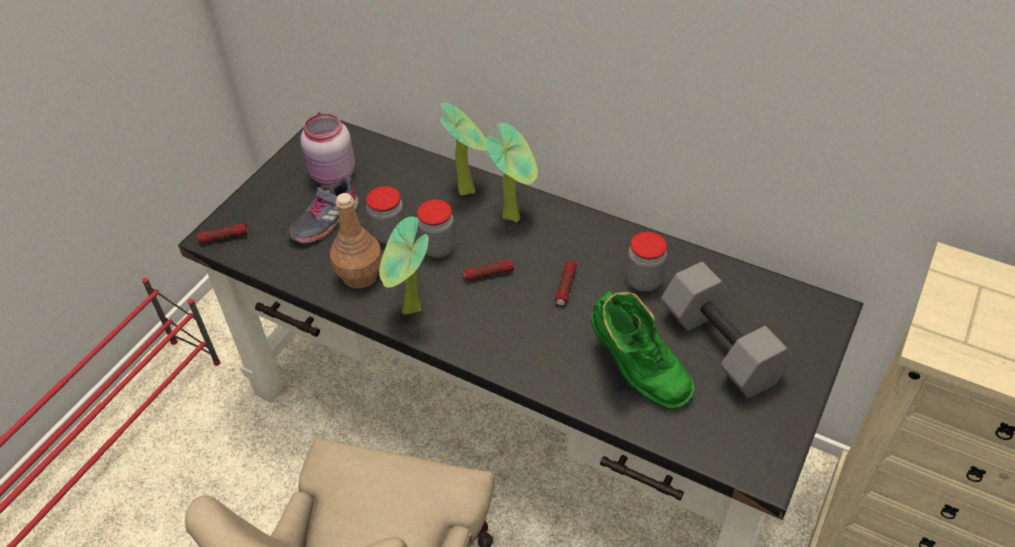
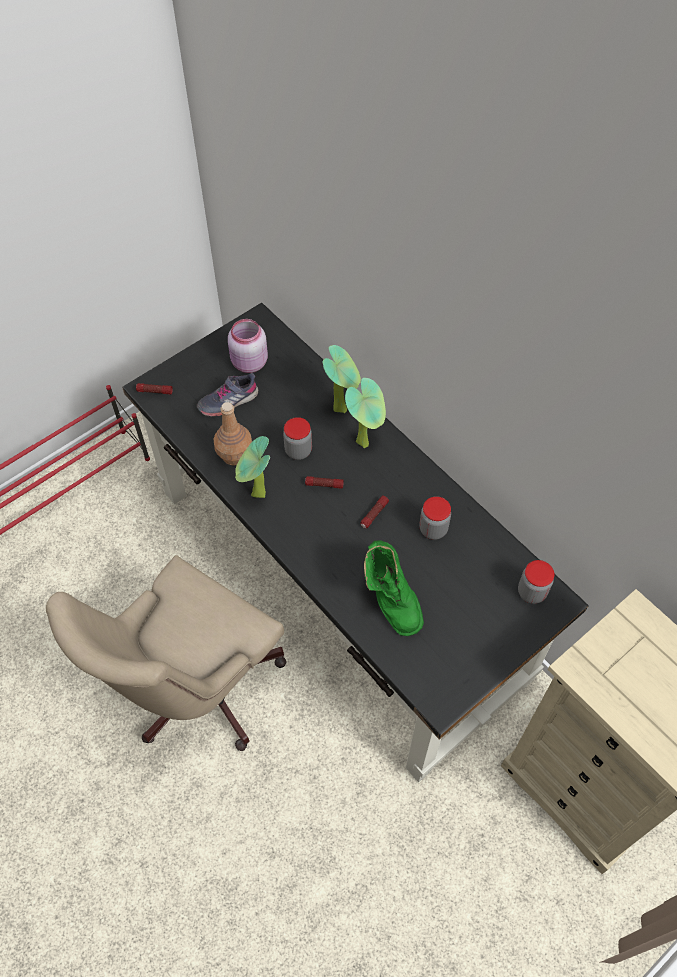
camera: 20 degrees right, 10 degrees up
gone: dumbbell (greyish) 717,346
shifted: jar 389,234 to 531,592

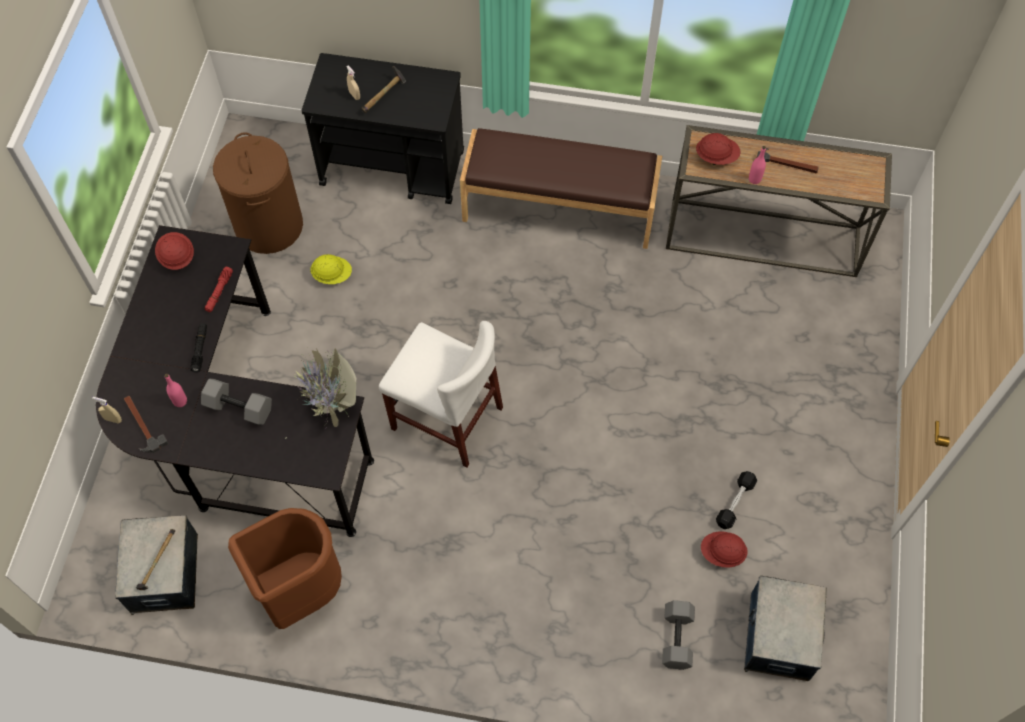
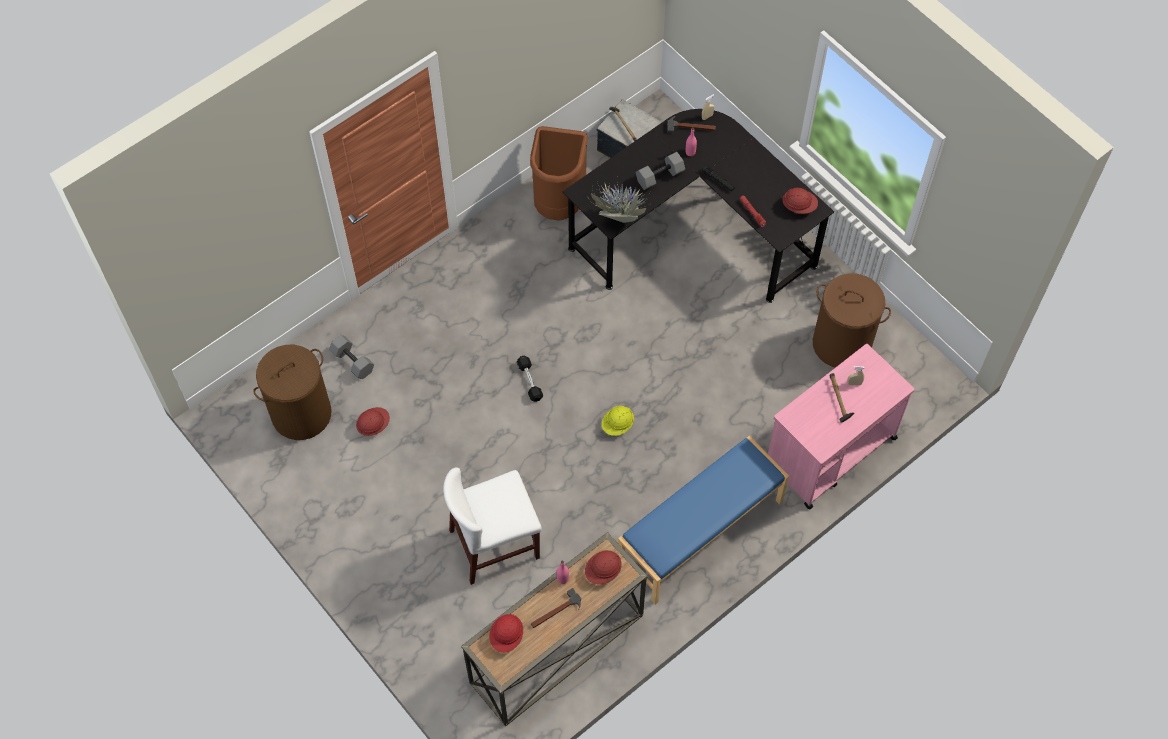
camera: 130 degrees right, 0 degrees up
new: safety helmet (reddish) 507,637
shifted: safety helmet (yellow) 332,275 to 617,425; plain chair (whitish) 446,418 to 494,544; dumbbell (black) 735,503 to 530,381
swapped: storage box 778,636 to laundry basket (brownish) 301,413
repainted: wheeled cart (black) 393,168 to wheeled cart (pink) 829,452; long seat (brownish) 559,208 to long seat (bluish) 701,532

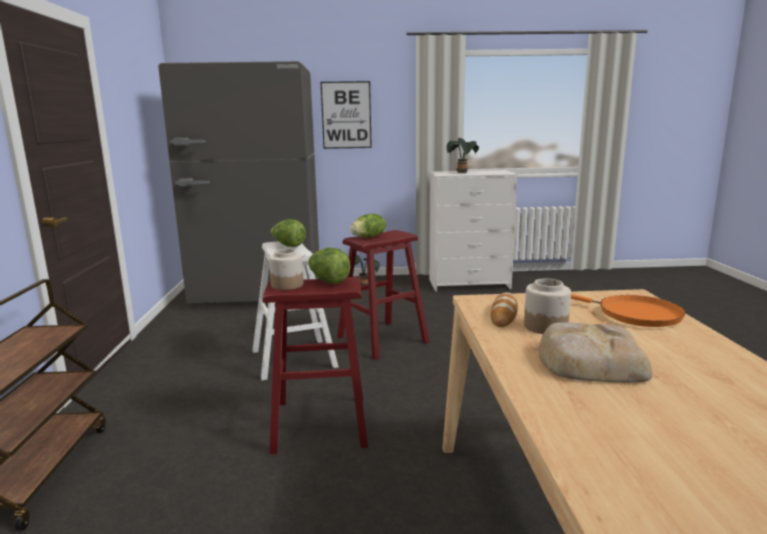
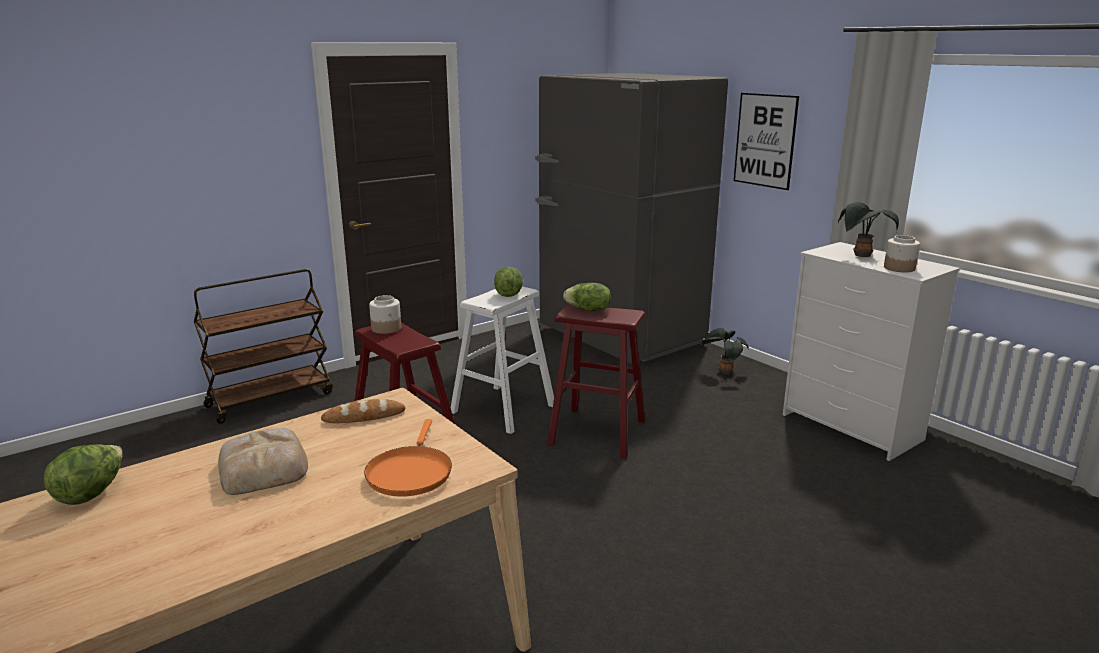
camera: 55 degrees right, 5 degrees up
shifted: lettuce head 328,281 to 91,493; jar 546,326 to 899,268

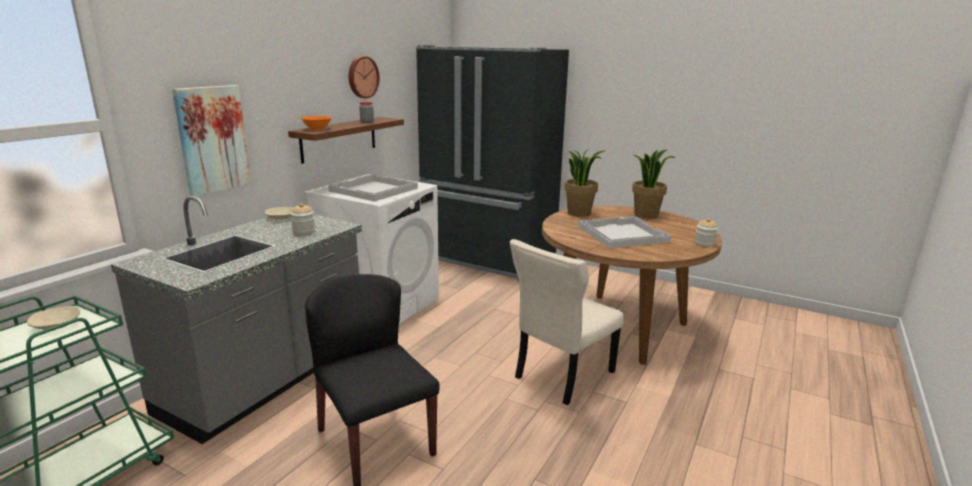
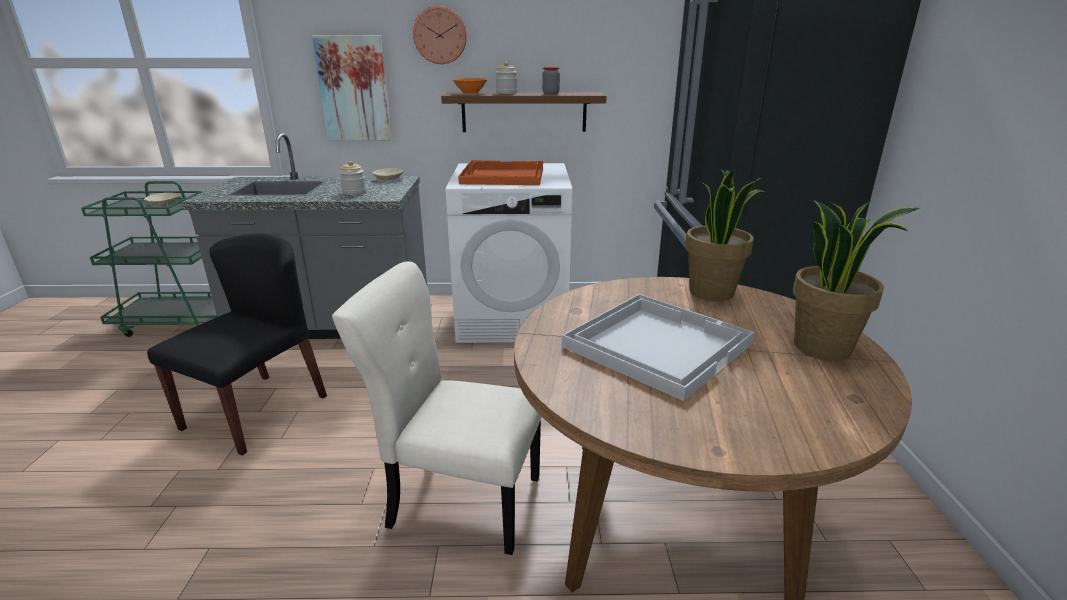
camera: 60 degrees right, 5 degrees up
shifted: wall clock 362,77 to 440,35; jar 704,244 to 506,93
repainted: serving tray (whitish) 373,190 to serving tray (orange) 502,176

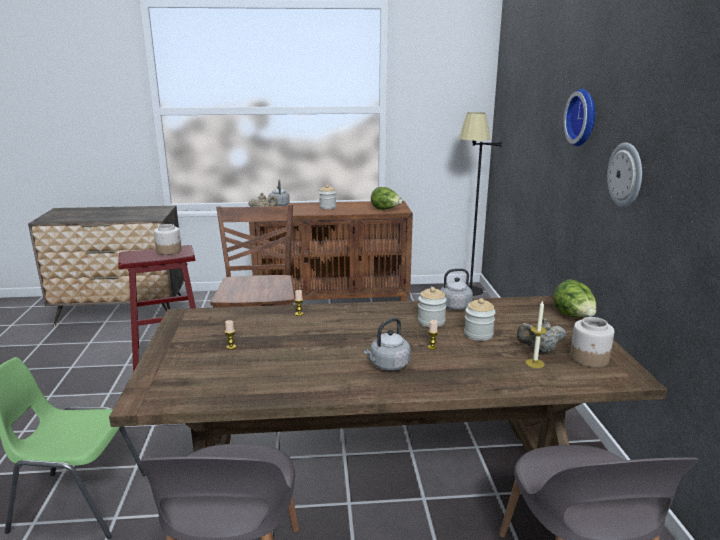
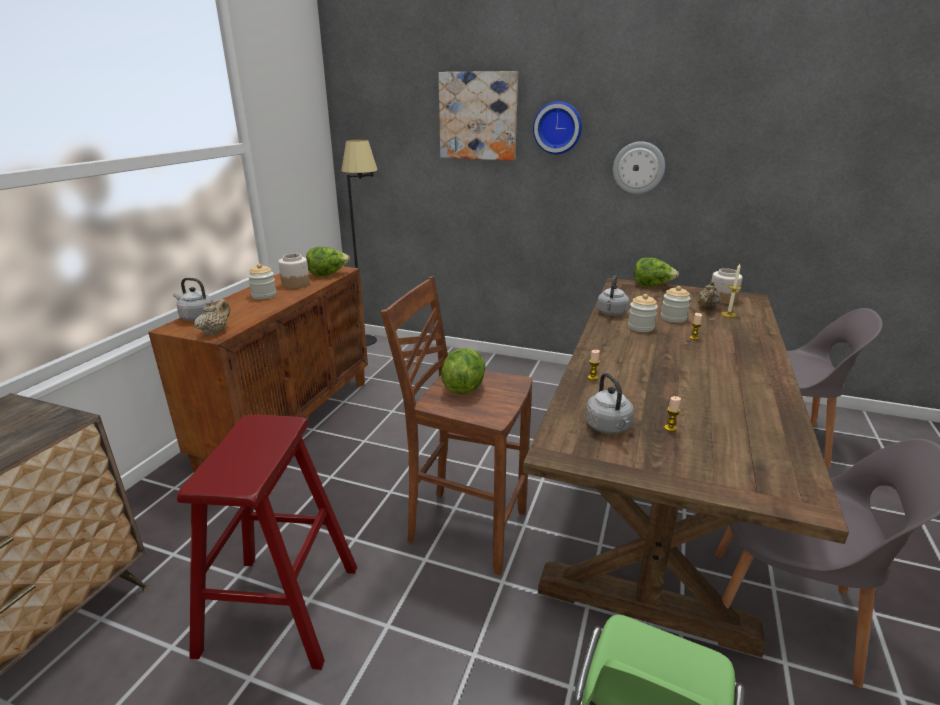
camera: 65 degrees left, 5 degrees up
new: picture 478,116; lettuce head 464,386
shifted: jar 169,251 to 296,284; tea kettle (greyish) 388,365 to 609,428

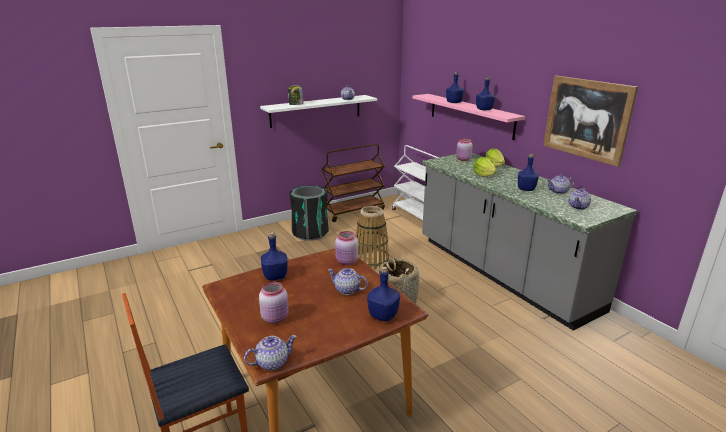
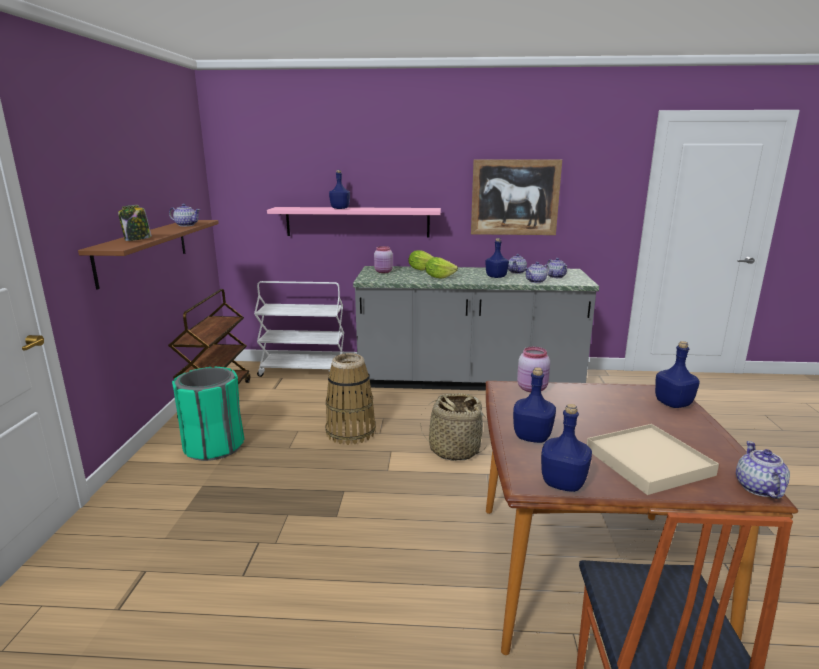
camera: 55 degrees left, 5 degrees down
shifted: bottle (bluish) 484,109 to 564,483; teapot 347,290 to 536,281
swapped: jar (pink) 276,318 to serving tray (beige-coloured) 648,461
repainted: shelf (whitish) 316,111 to shelf (brownish) 143,250; trash can (black) 310,233 to trash can (green-coloured) 213,446

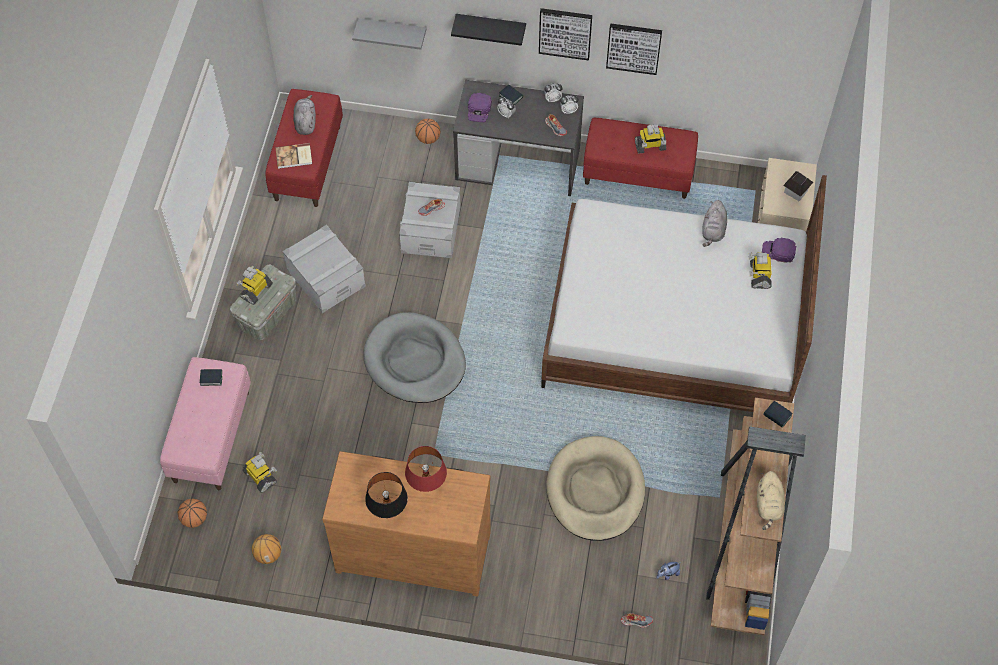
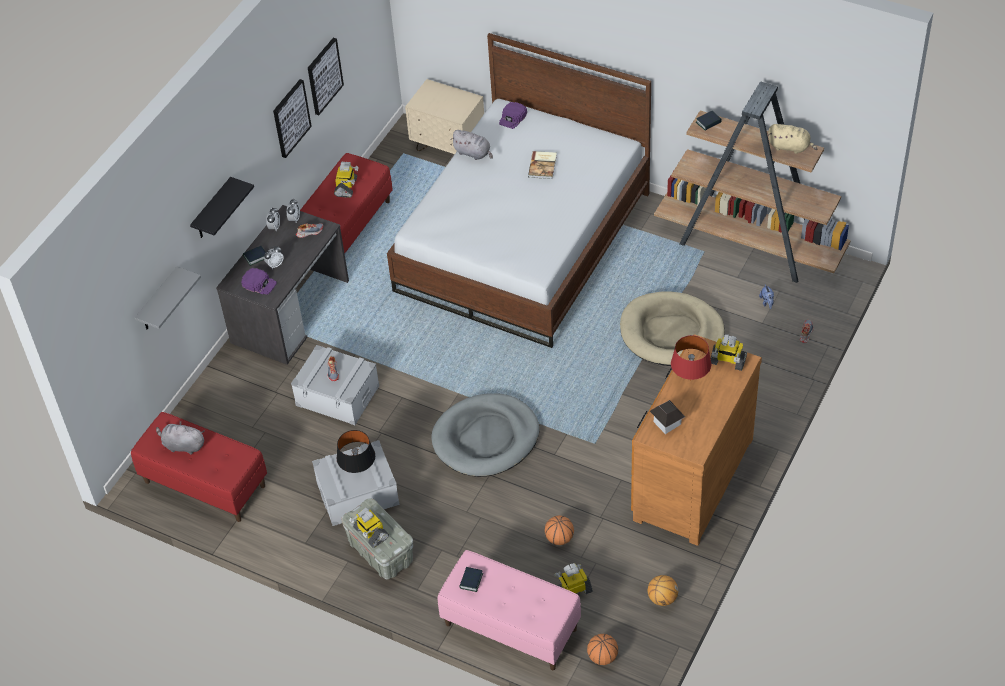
camera: 70 degrees left, 10 degrees down
shifted: picture 565,33 to 324,76; basketball 428,139 to 559,538; book 294,157 to 543,166; toy house 796,191 to 667,423; model robot 759,275 to 727,361; tabletop lamp (black) 388,510 to 358,472

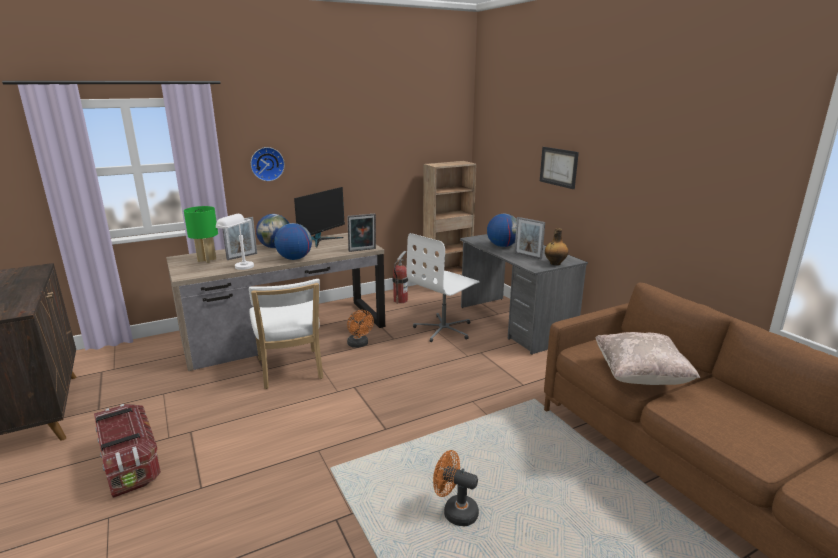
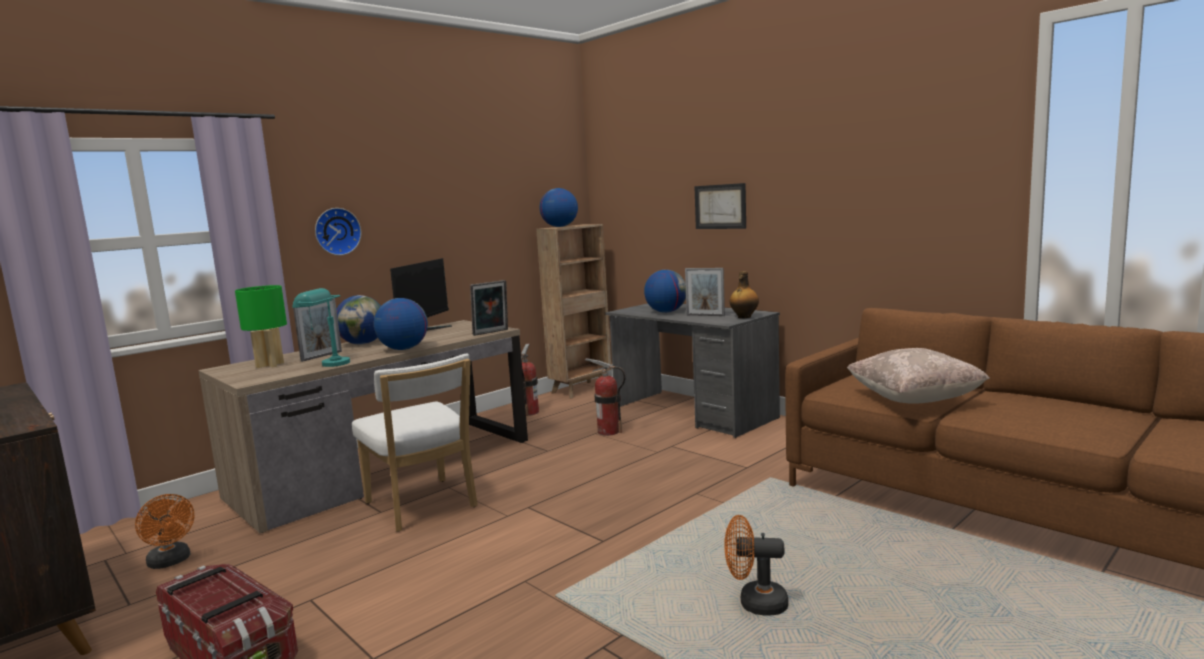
camera: 15 degrees left, 10 degrees down
new: world globe 559,227
shifted: fan (orange) 359,345 to 171,562
swapped: desk chair (whitish) 444,329 to extinguisher 608,432
repainted: tabletop lamp (whitish) 239,266 to tabletop lamp (turquoise) 327,364

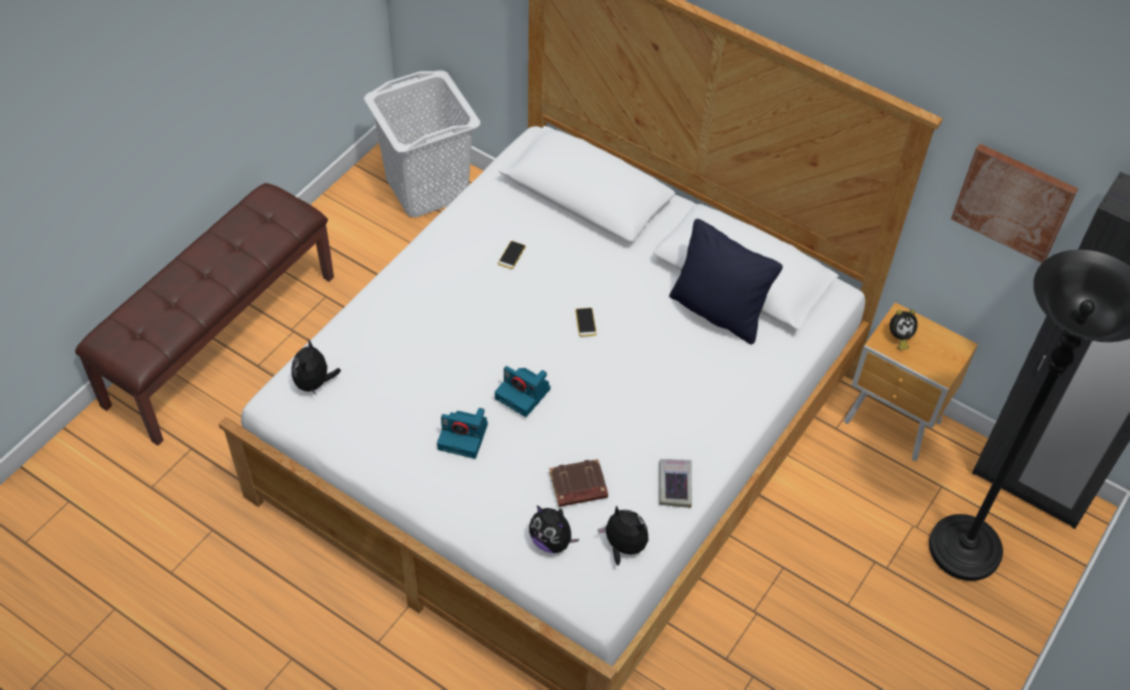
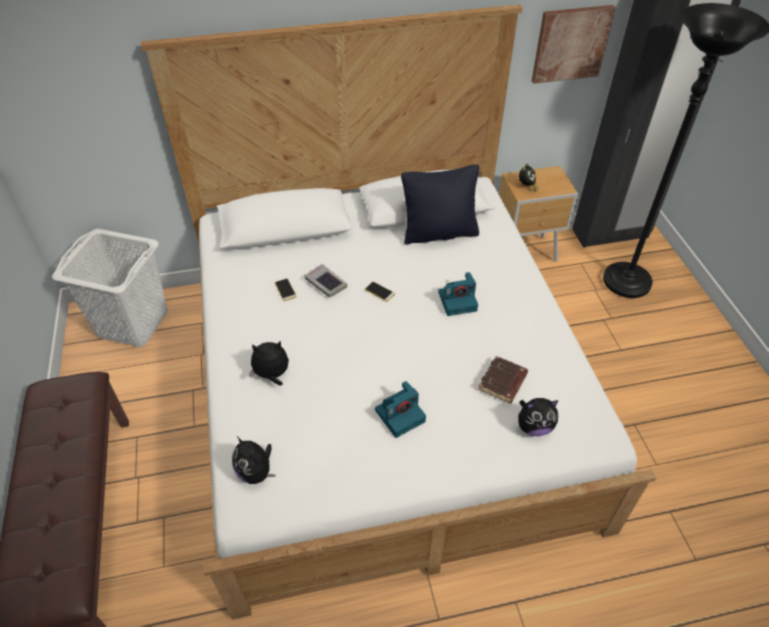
camera: 45 degrees left, 5 degrees down
shifted: photo camera 524,394 to 458,301; book 674,485 to 326,283; cuddly toy 623,546 to 272,375

